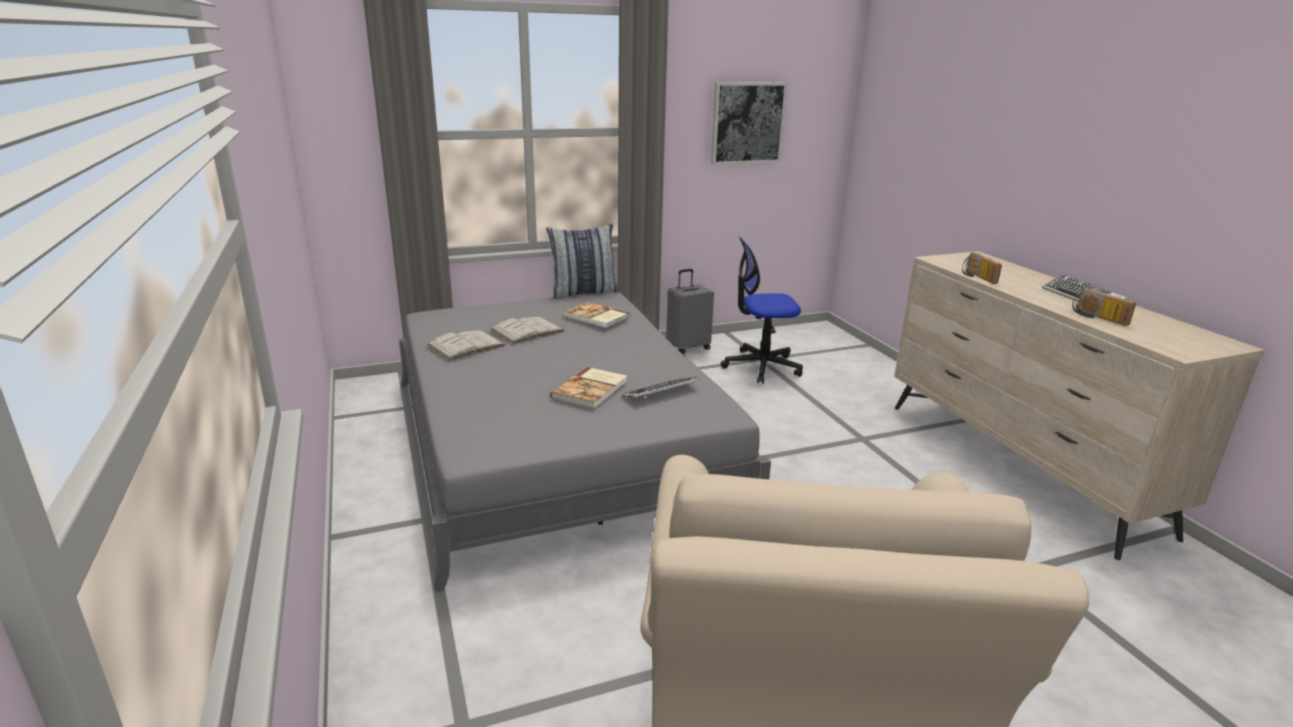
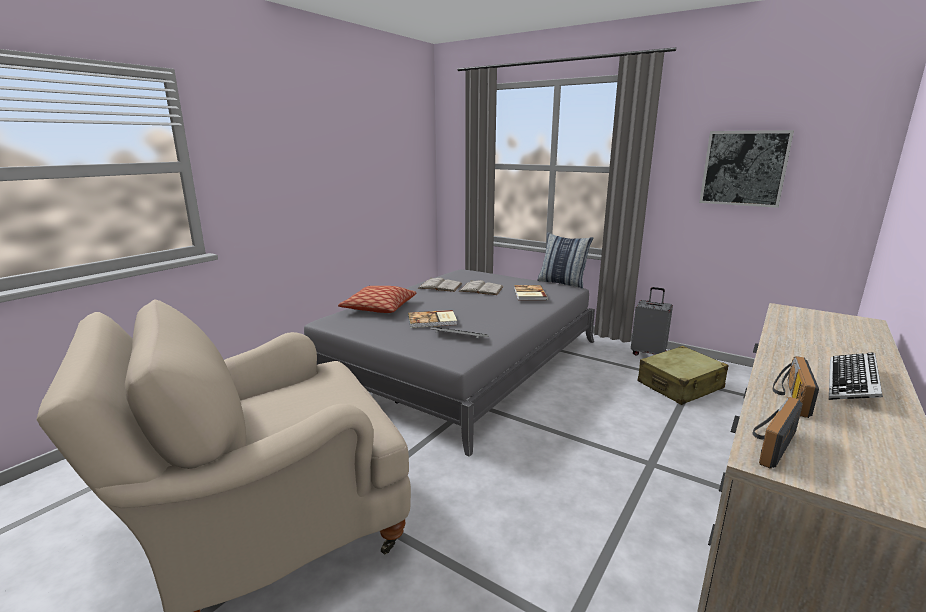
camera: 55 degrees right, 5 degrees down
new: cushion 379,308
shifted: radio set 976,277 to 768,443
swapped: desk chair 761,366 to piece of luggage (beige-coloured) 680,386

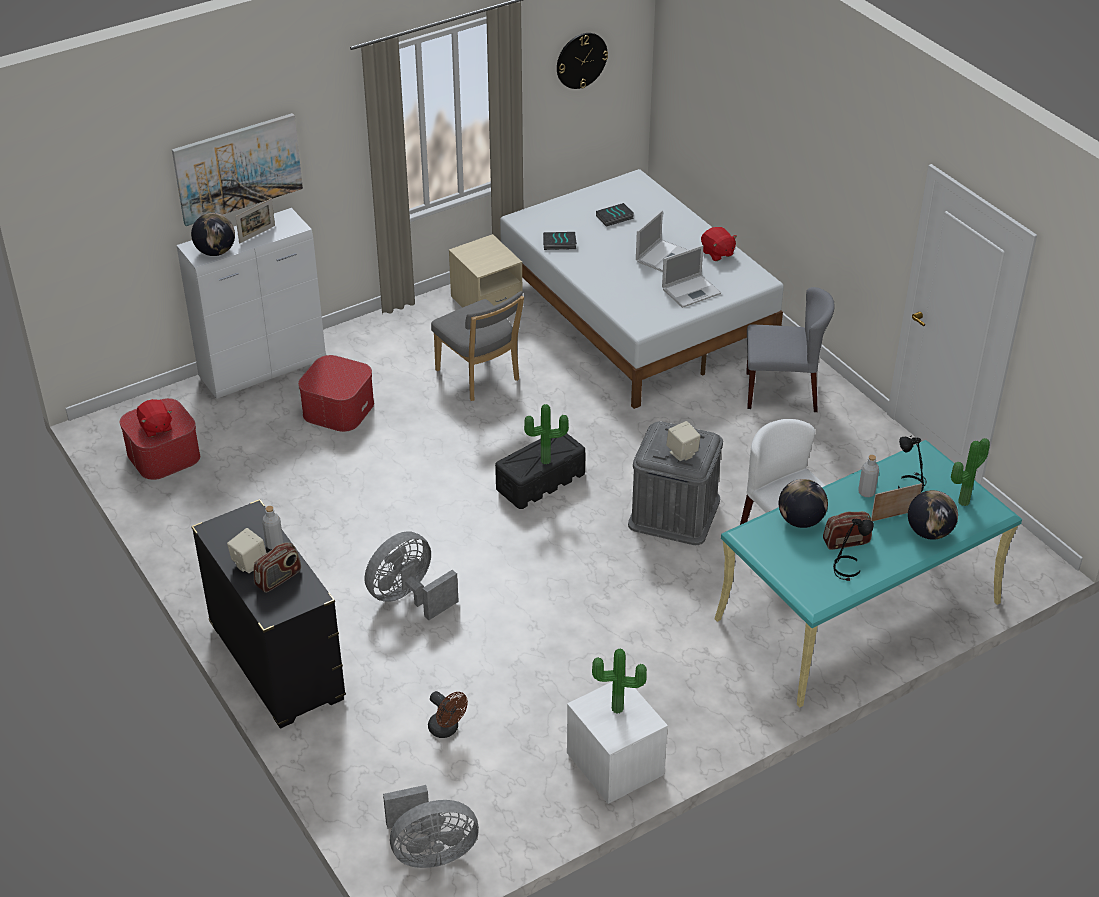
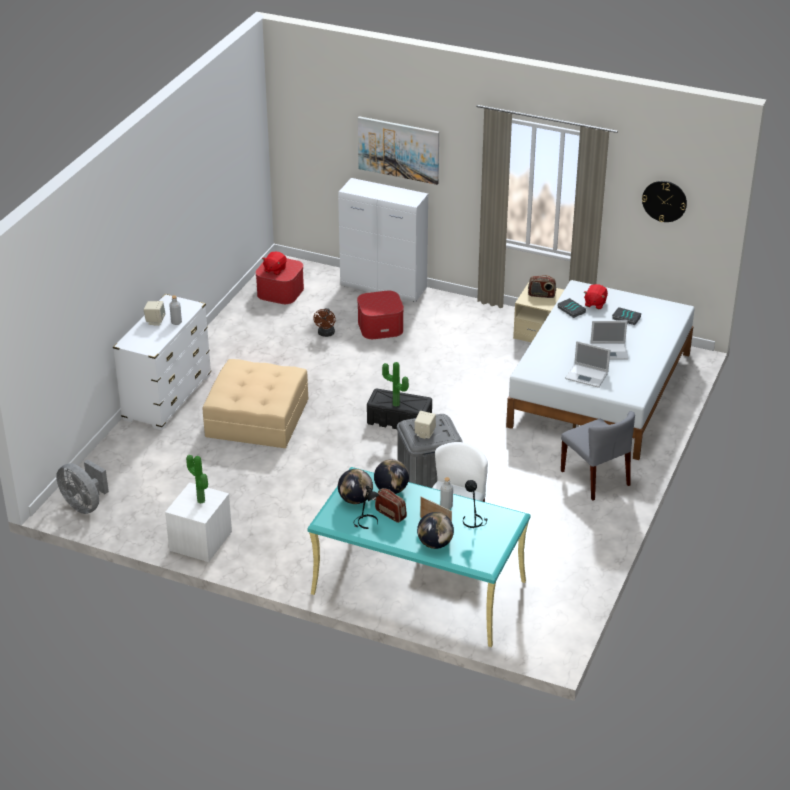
camera: 55 degrees right, 5 degrees down
gone: picture frame 257,234; plain chair (greyish) 480,377; houseplant 961,501
shifted: world globe 216,252 to 355,500; cuddly toy (reddish) 717,253 to 595,304; radio set 278,579 to 541,295; fan (brownish) 447,729 to 326,334
swapped: fan (greyish) 409,597 to pouffe (beige-coloured) 256,417
repainted: dresser (black) 276,662 to dresser (whitish) 167,398

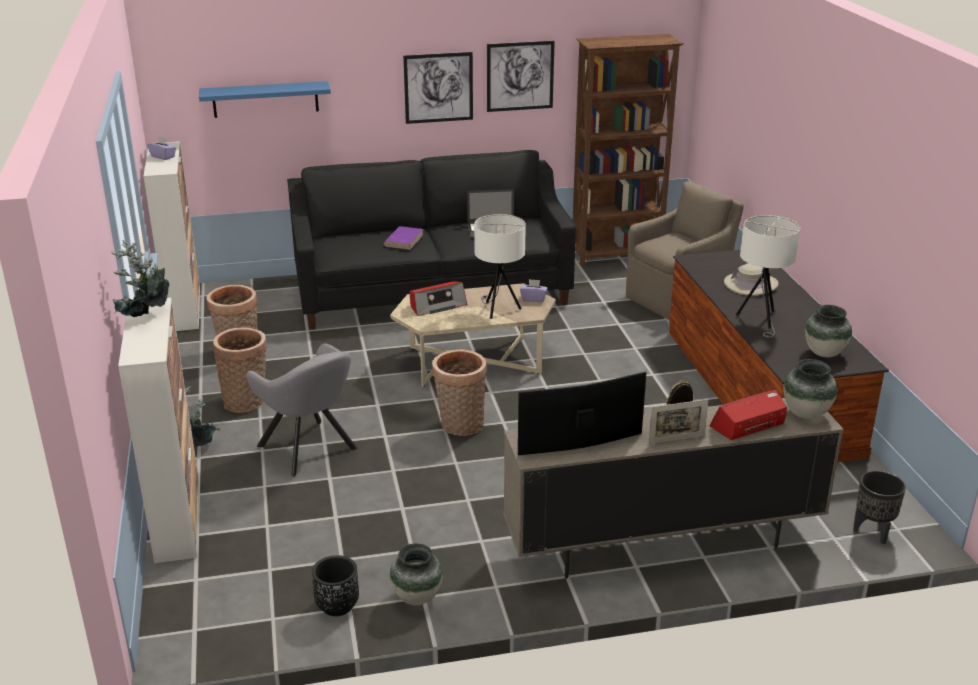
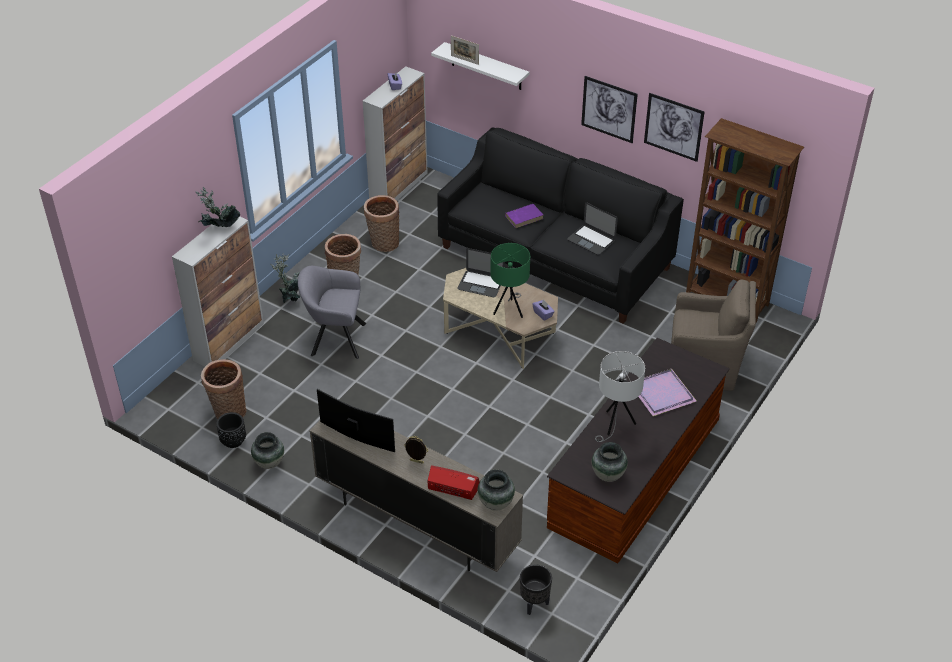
camera: 45 degrees right, 15 degrees up
shifted: basket 460,426 to 228,412; picture frame 676,439 to 464,60
swapped: wearable hat (beige-coloured) 750,285 to serving tray (purple) 661,394; radio set 437,305 to laptop 481,284
repainted: shelf (bluish) 265,99 to shelf (whitish) 486,66; tabletop lamp (whitish) 498,309 to tabletop lamp (green-coloured) 509,309
rotated: lounge chair (greyish) 309,450 = 334,339 90 degrees clockwise

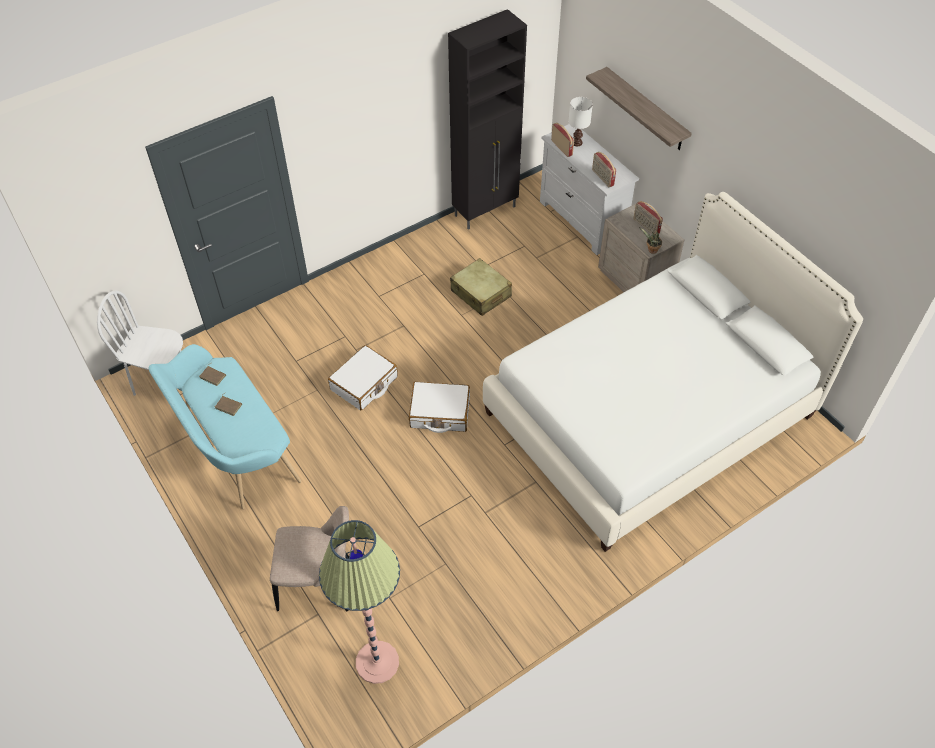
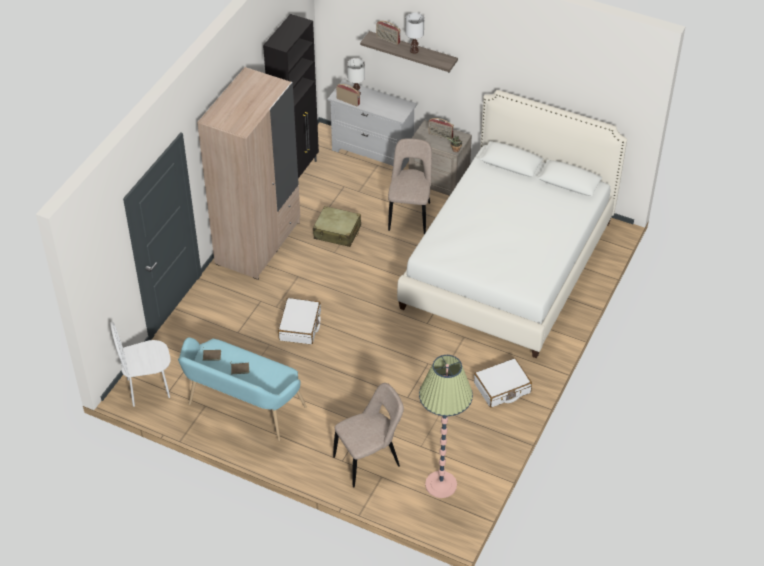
camera: 30 degrees left, 5 degrees down
new: tabletop lamp (whitish) 414,50; clothes cupboard (beige-coloured) 258,243; plain chair (beige-coloured) 410,214
shifted: radio set 602,178 to 387,40; piece of luggage (whitish) 440,413 to 502,388

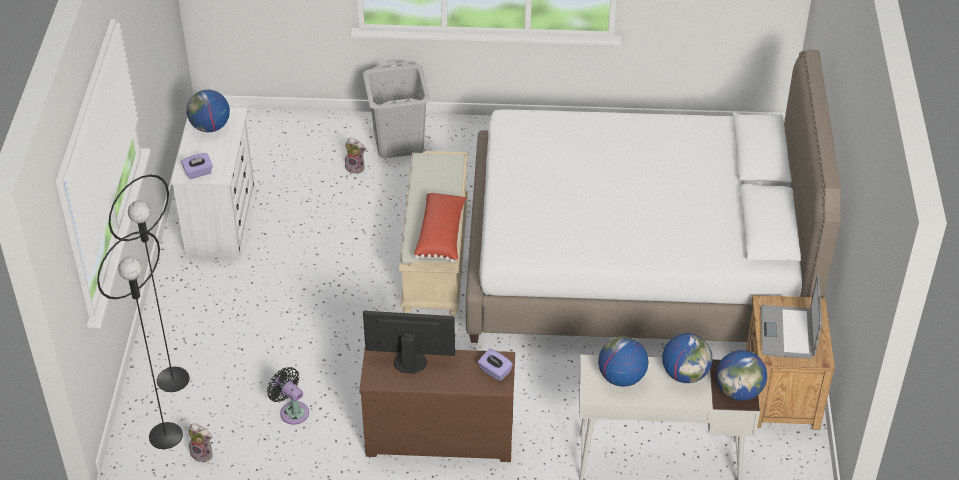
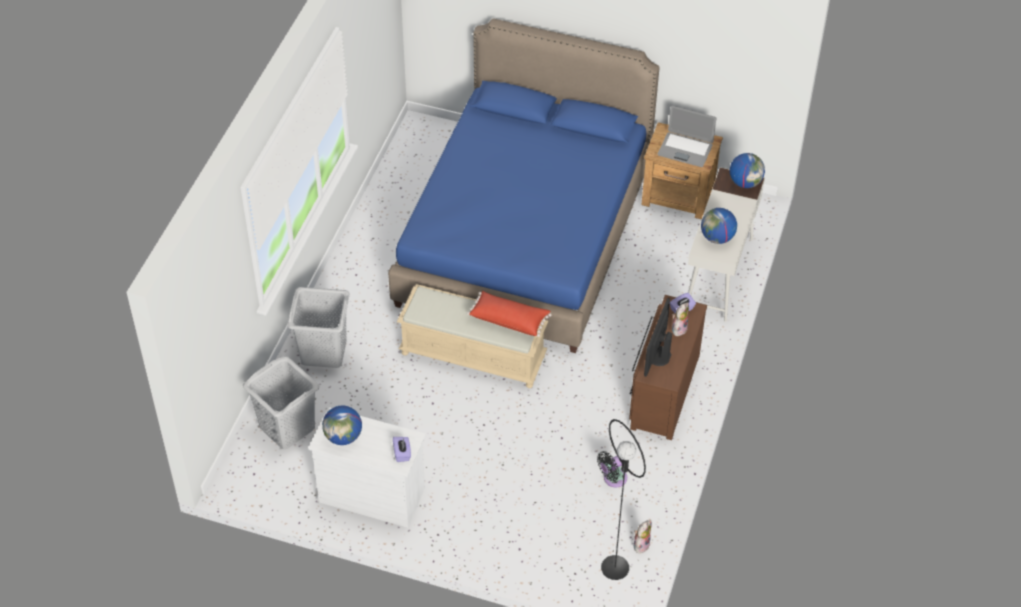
camera: 75 degrees left, 5 degrees up
gone: floor lamp (black) 173,379; world globe 685,374
new: laundry basket (greyish) 287,428
shifted: cuddly toy 356,167 to 678,328
repainted: bed (whitish) 636,262 to bed (bluish) 524,236

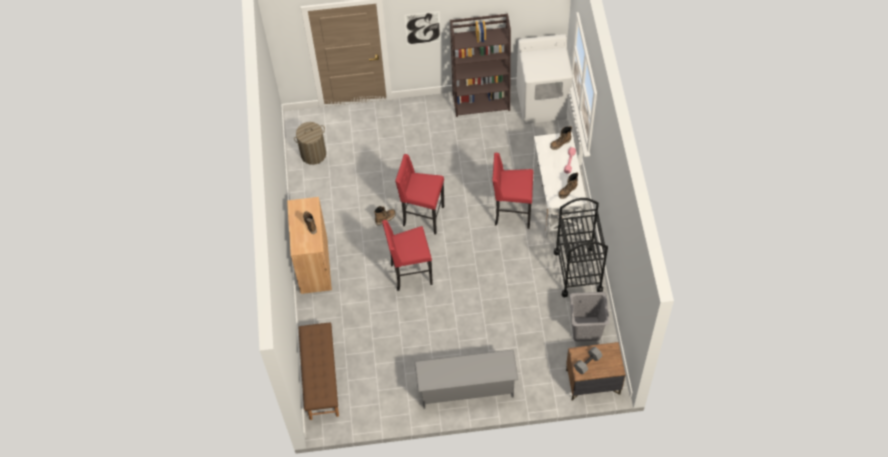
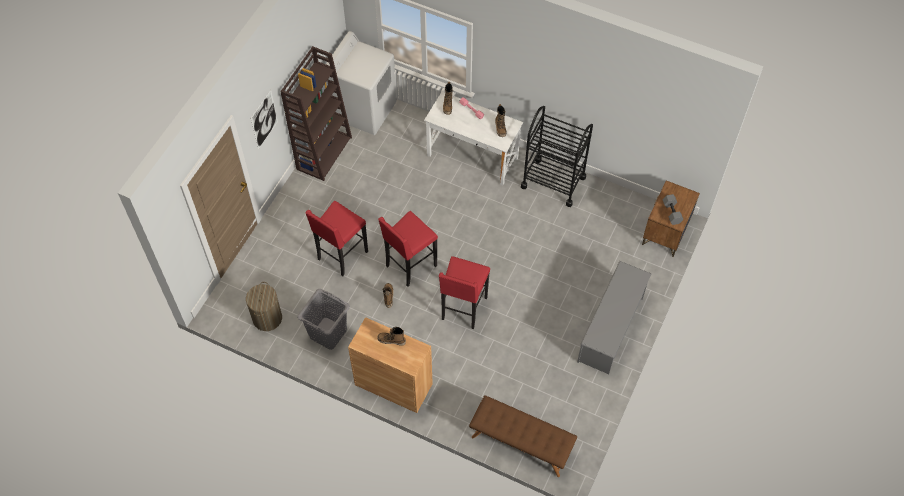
camera: 60 degrees left, 0 degrees up
shifted: stool seat (reddish) 511,213 to 341,256; laundry basket (greyish) 585,328 to 327,333

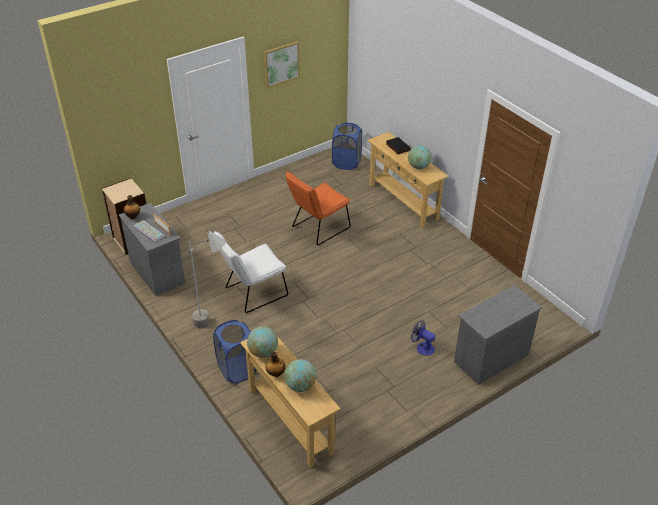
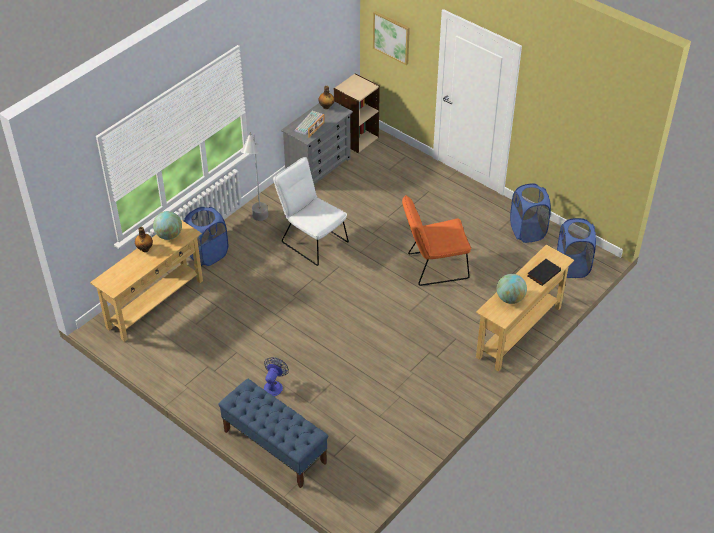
camera: 75 degrees right, 5 degrees up
gone: world globe 300,386
new: laundry basket (bluish) 527,231
shifted: picture 281,64 to 391,37
swapped: dresser (greyish) 491,358 to long seat (bluish) 274,447
rotated: plain chair (orange) 318,229 = 433,266 45 degrees counterclockwise

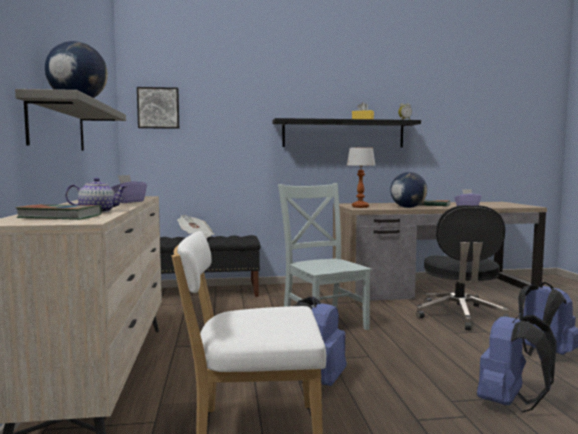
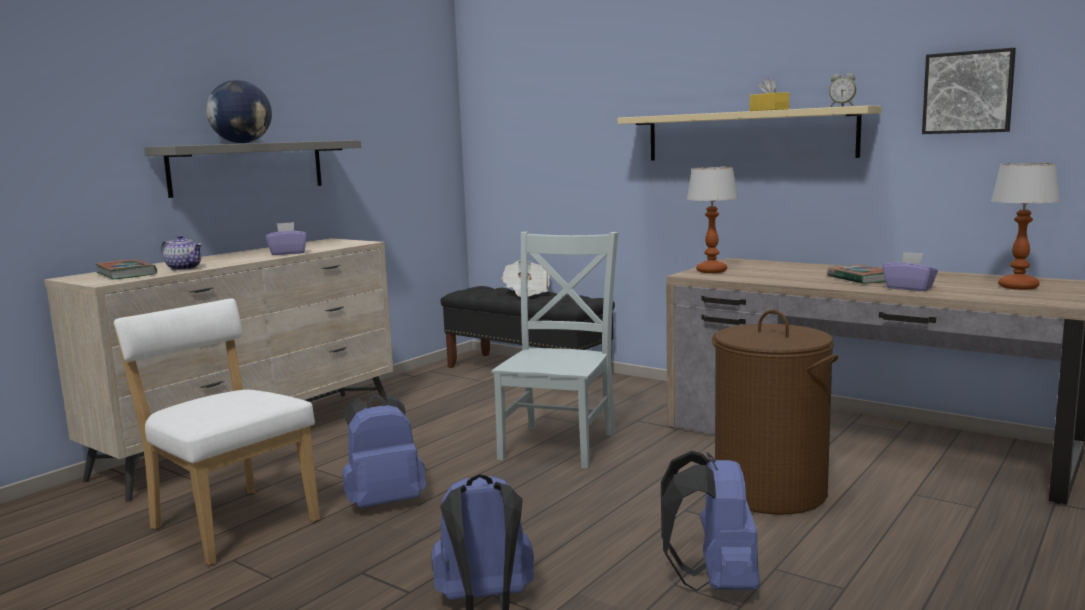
camera: 45 degrees right, 5 degrees up
gone: world globe 408,207
new: tabletop lamp 1018,287
shifted: picture 158,108 to 968,92
swapped: desk chair (black) 459,316 to laundry basket (brownish) 769,491
repainted: shelf (black) 343,134 to shelf (beige-coloured) 748,135

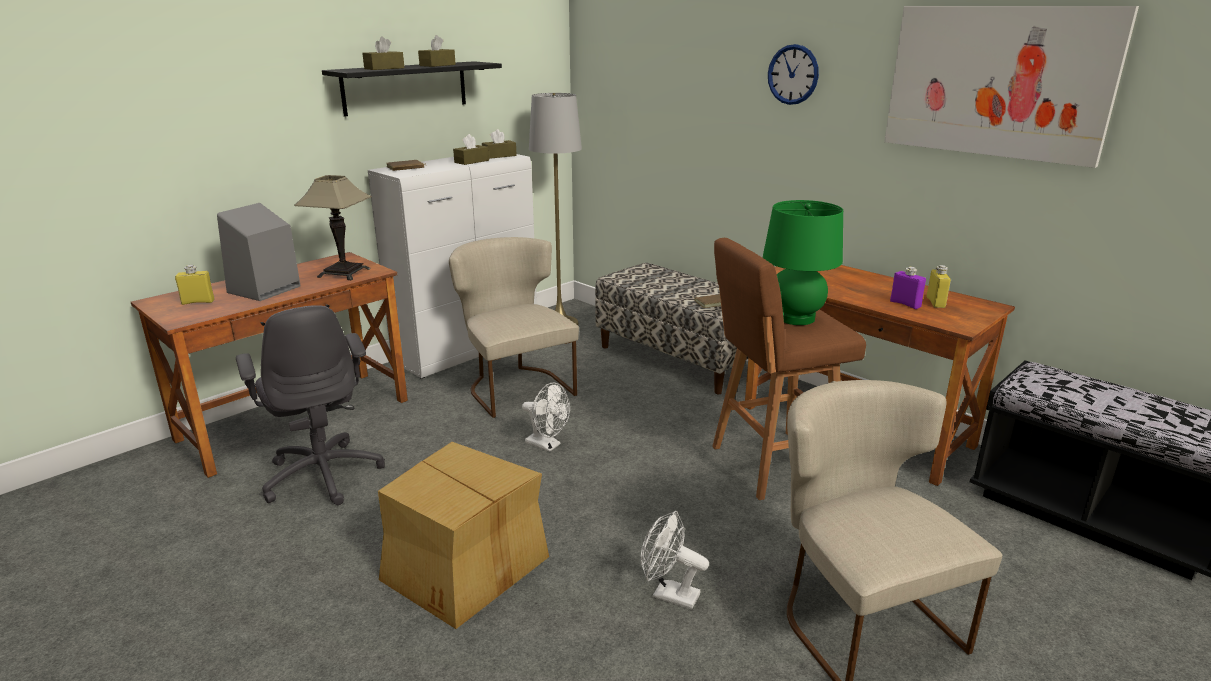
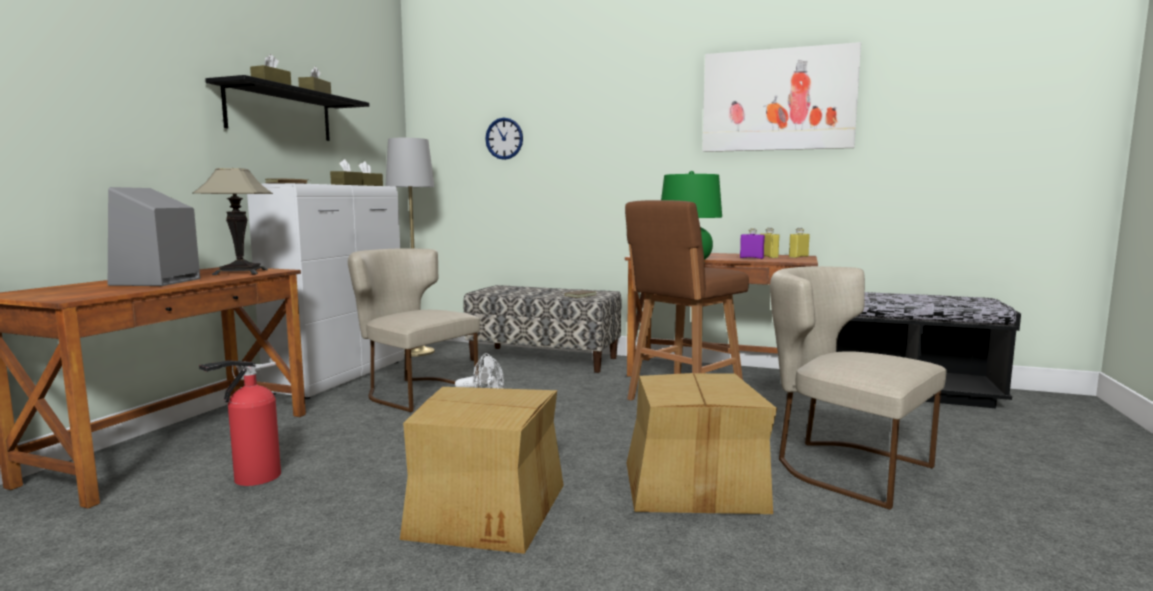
camera: 25 degrees left, 15 degrees down
shifted: wall clock 793,74 to 504,138; bottle (yellow) 198,302 to 798,257
swapped: desk chair (greyish) 323,474 to extinguisher 252,478; fan (whitish) 668,594 to carton 693,485

